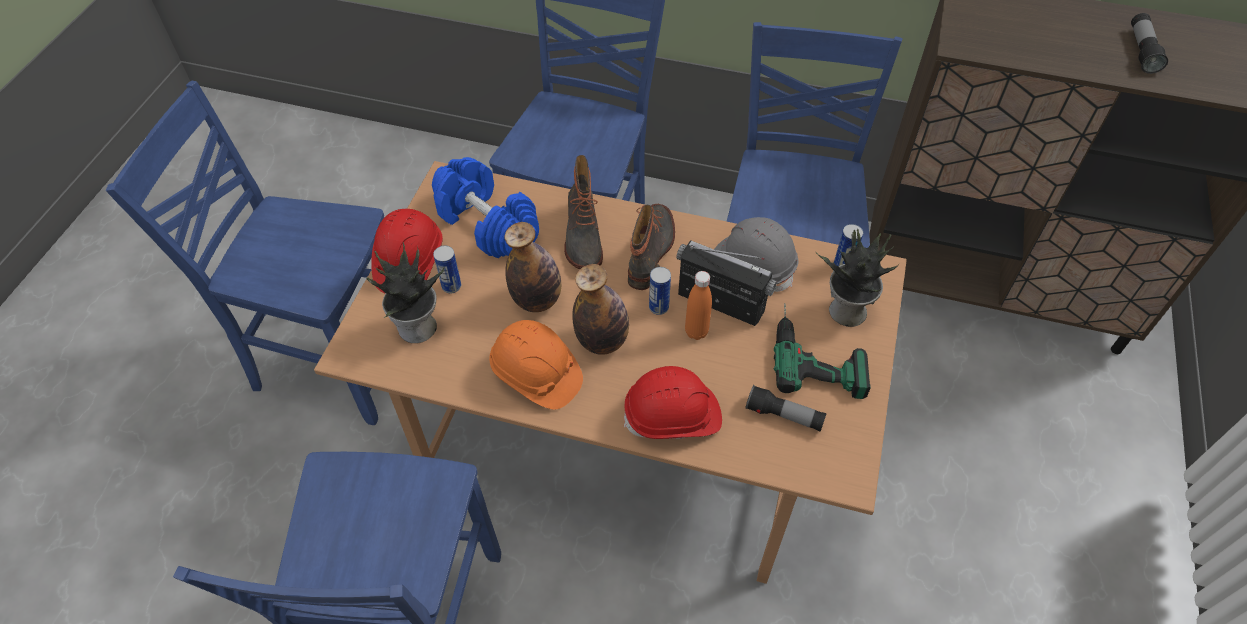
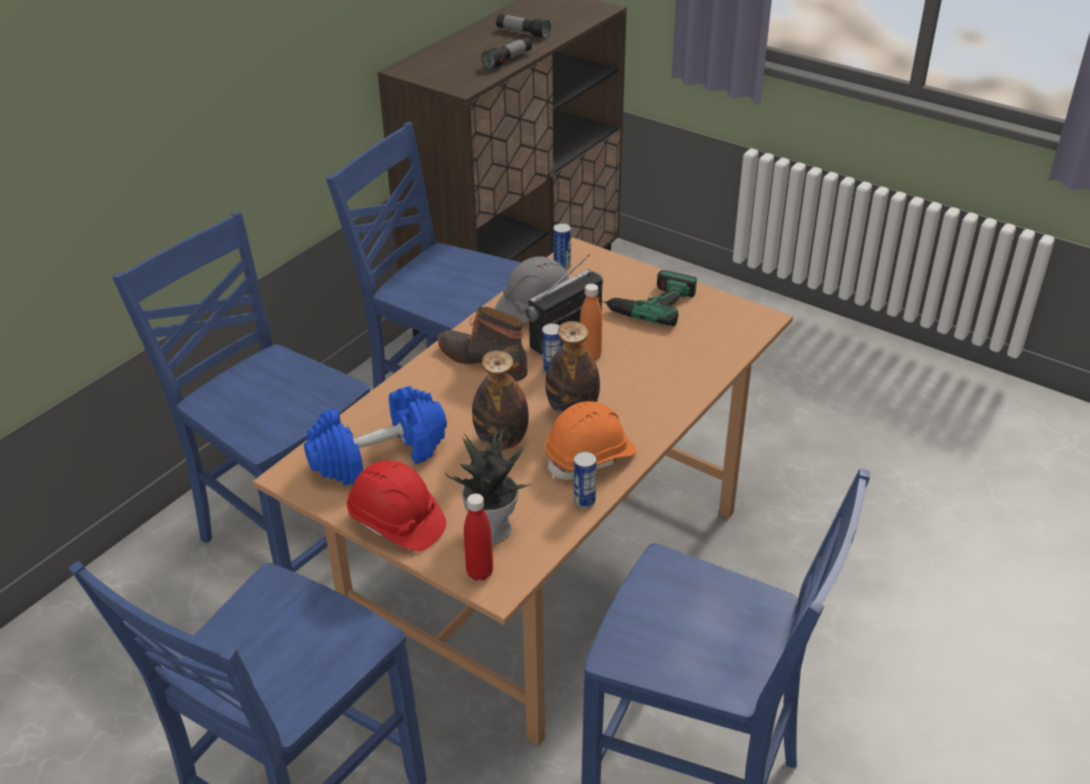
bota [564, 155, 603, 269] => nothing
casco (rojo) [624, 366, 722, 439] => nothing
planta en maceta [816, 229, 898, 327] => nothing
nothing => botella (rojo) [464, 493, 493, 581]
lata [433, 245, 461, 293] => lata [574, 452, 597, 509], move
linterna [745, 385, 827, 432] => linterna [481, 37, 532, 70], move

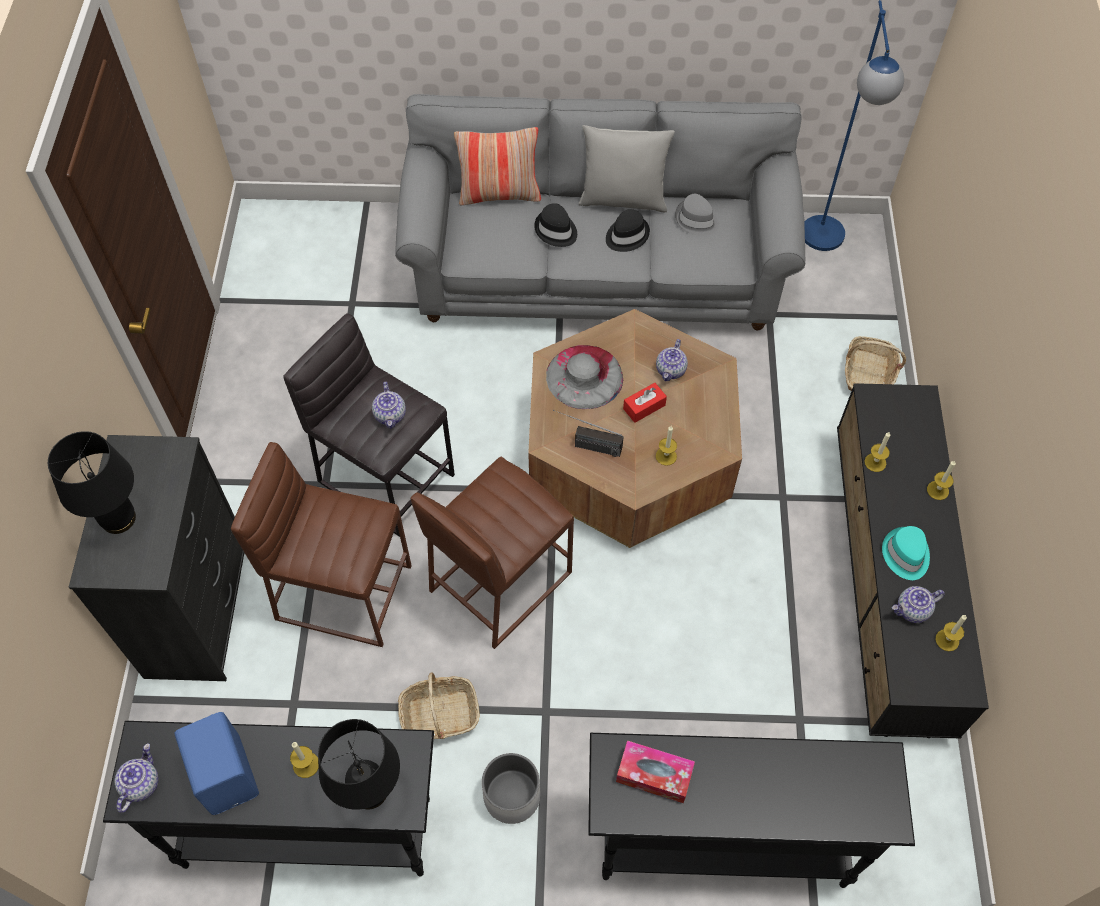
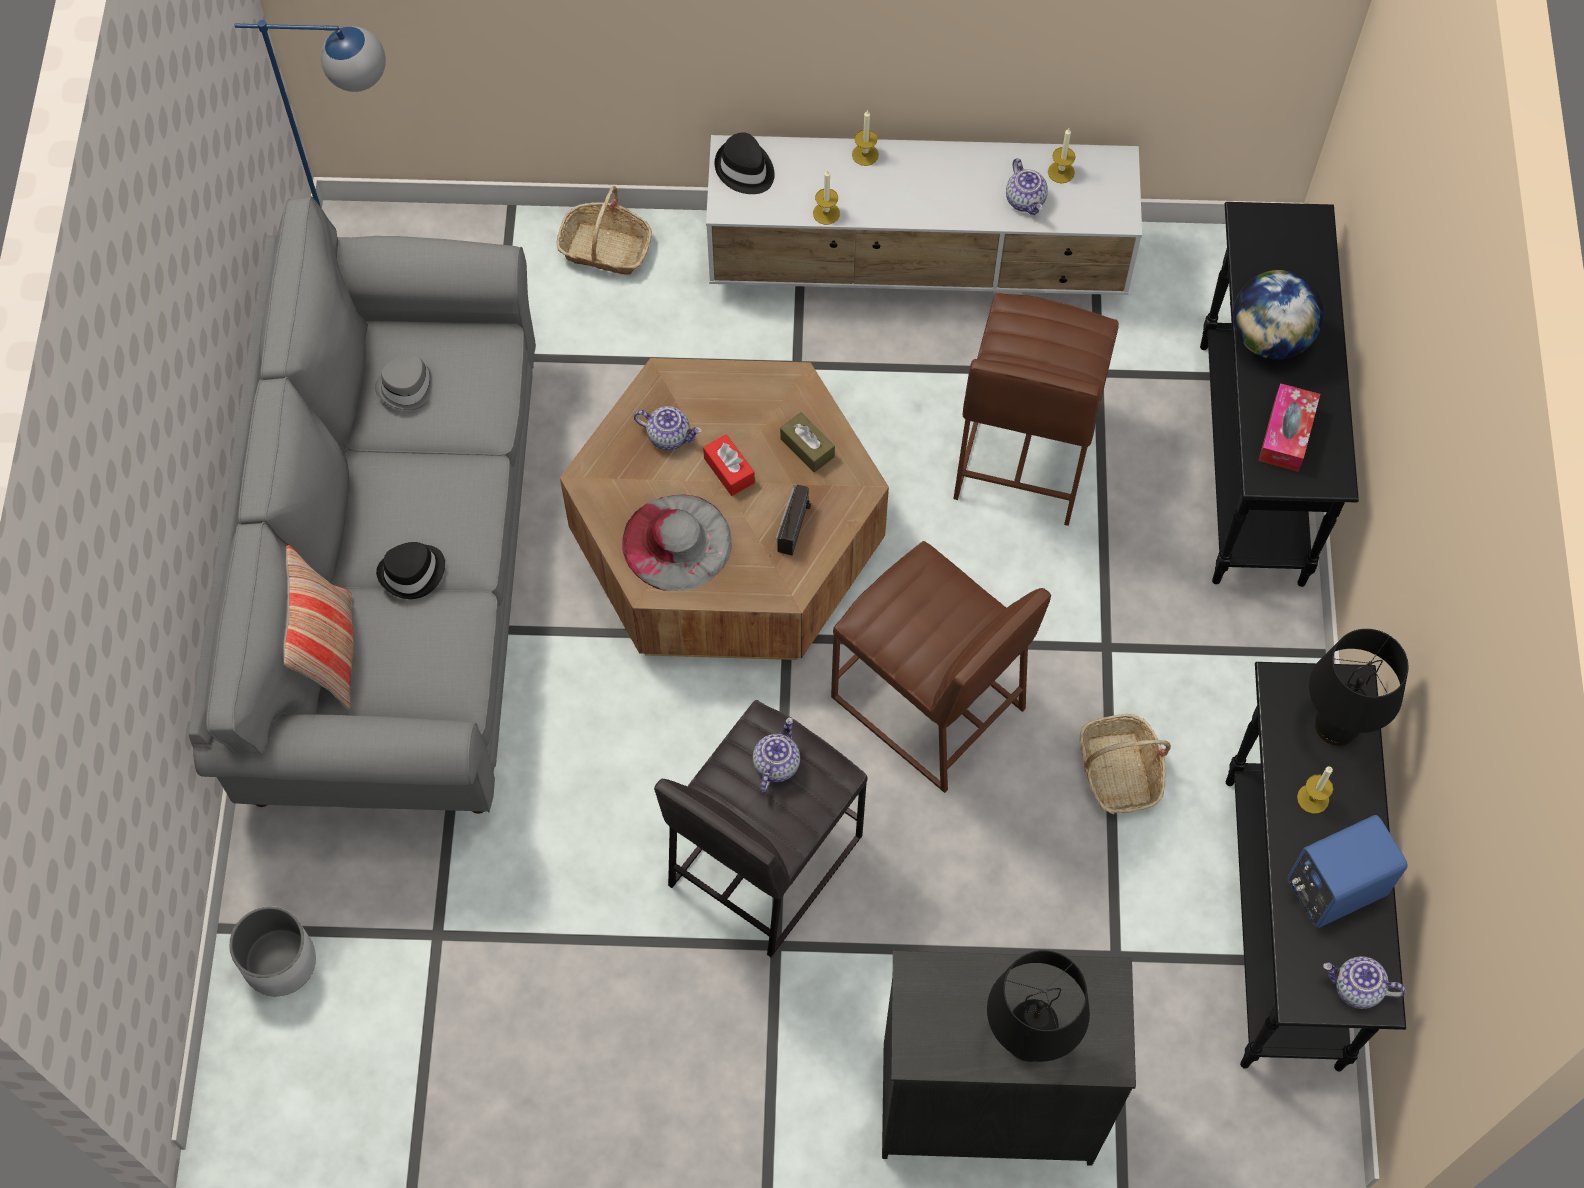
cojín (gris) [579, 125, 675, 212] => nothing
sombrero (turquesa) [882, 526, 930, 580] => nothing
nothing => globo terráqueo [1233, 270, 1324, 360]
taburete (marrón) [231, 442, 412, 647] => taburete (marrón) [954, 292, 1119, 526], move
maceta (blanco) [482, 753, 541, 824] => maceta (blanco) [229, 906, 316, 996], move
sombrero (negro) [606, 209, 650, 252] => sombrero (negro) [715, 132, 775, 194], move
vela [656, 426, 677, 466] => caja de pañuelos (marrón) [780, 412, 835, 472]
mueble de televisión (negro) [837, 383, 989, 739] => mueble de televisión (blanco) [706, 135, 1142, 295]
tetera [372, 382, 406, 429] => tetera [753, 717, 800, 792], 60 degrees counterclockwise

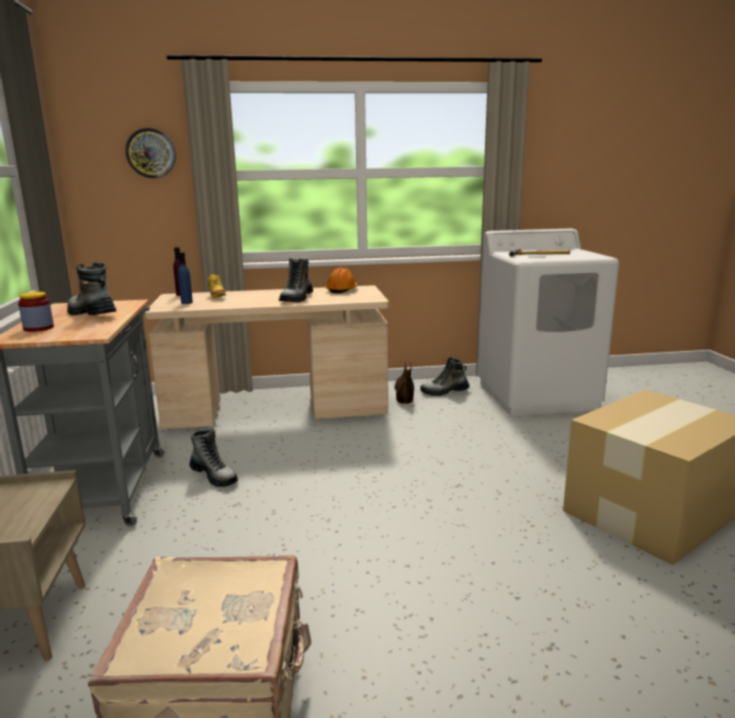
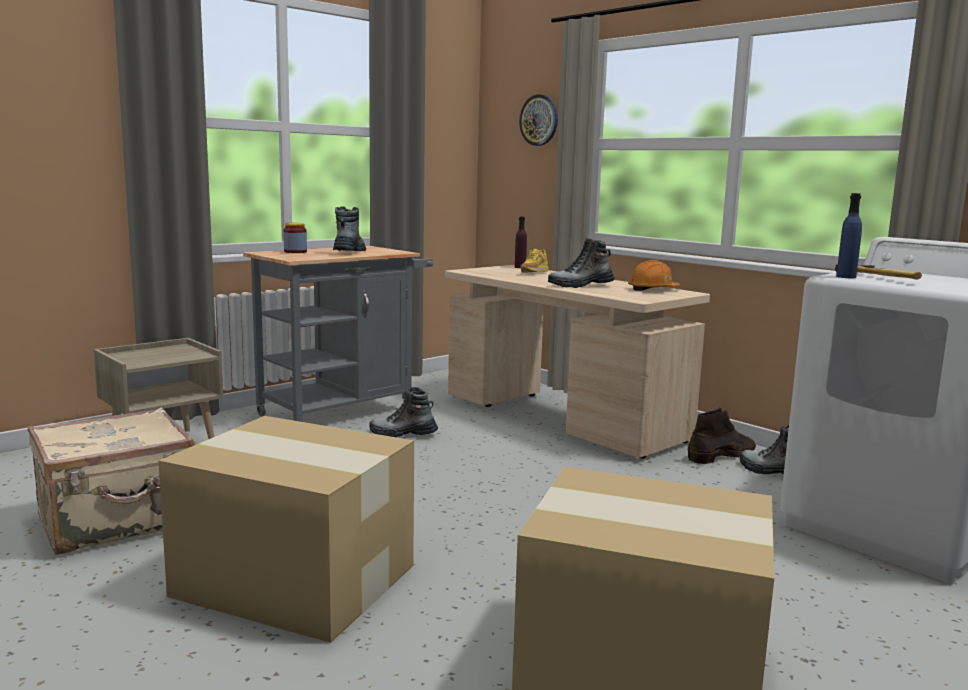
nothing => caja de cartón [158, 416, 414, 643]
botella (azul) [178, 252, 193, 304] => botella (azul) [836, 193, 862, 278], move
bota [189, 428, 238, 487] => bota [369, 387, 438, 437], 90 degrees clockwise

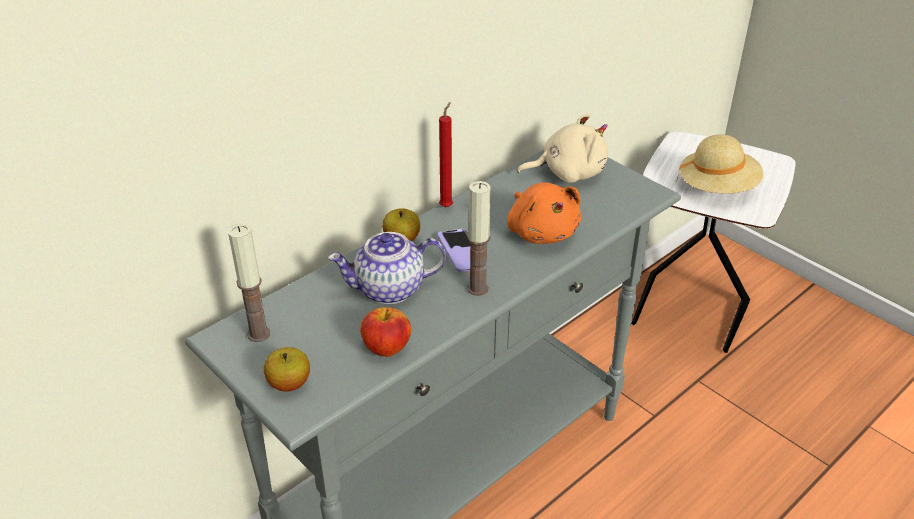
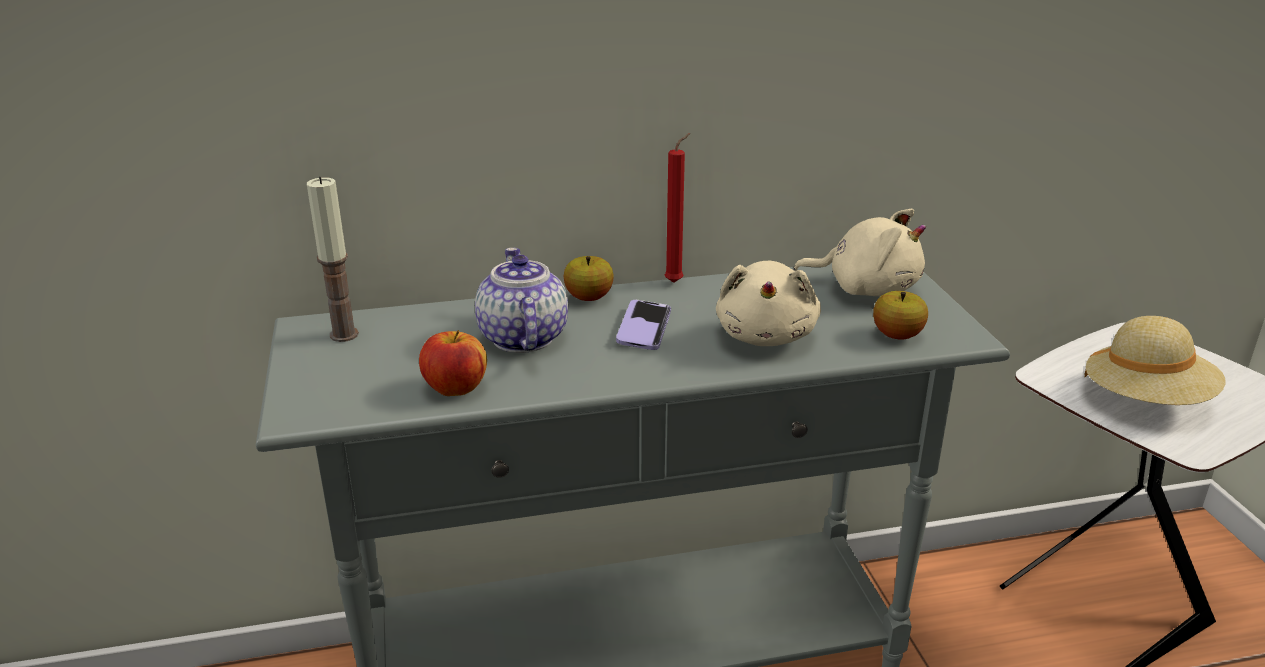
vela [467, 181, 491, 296] => nothing
manzana [264, 347, 310, 392] => manzana [873, 291, 928, 339], move
peluche (naranja) [507, 182, 581, 244] => peluche (beis) [716, 261, 821, 346]
tetera [328, 232, 446, 304] => tetera [475, 248, 568, 353], 60 degrees clockwise

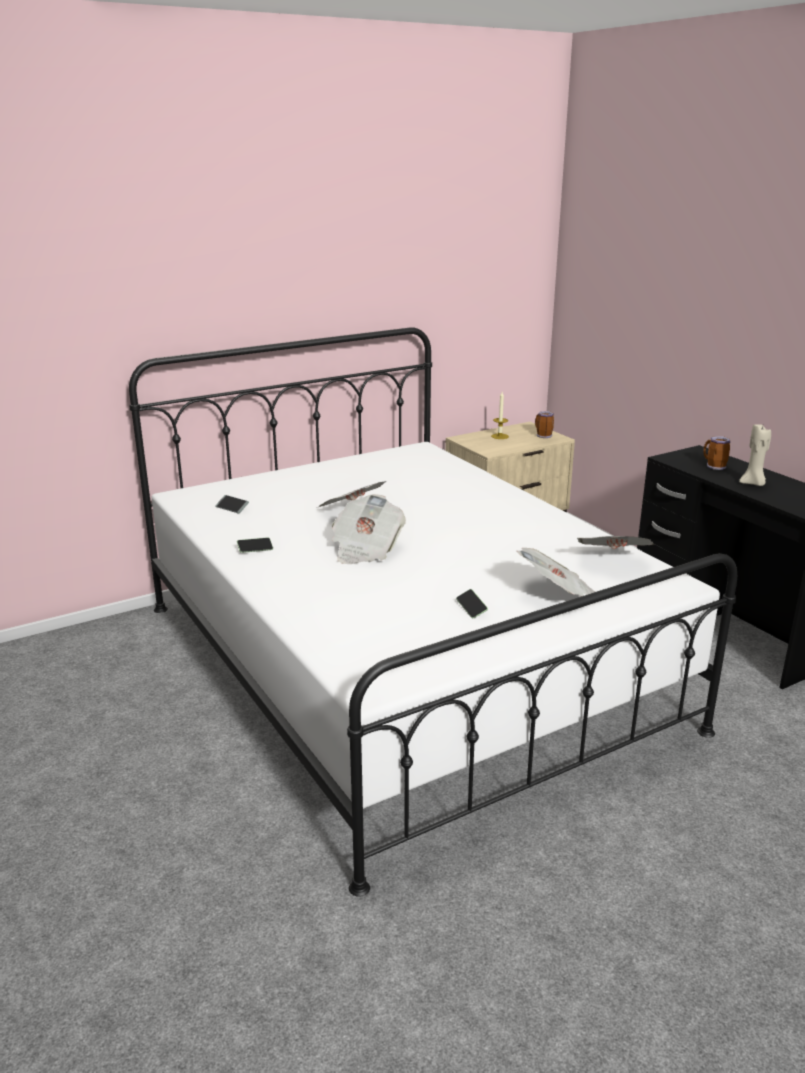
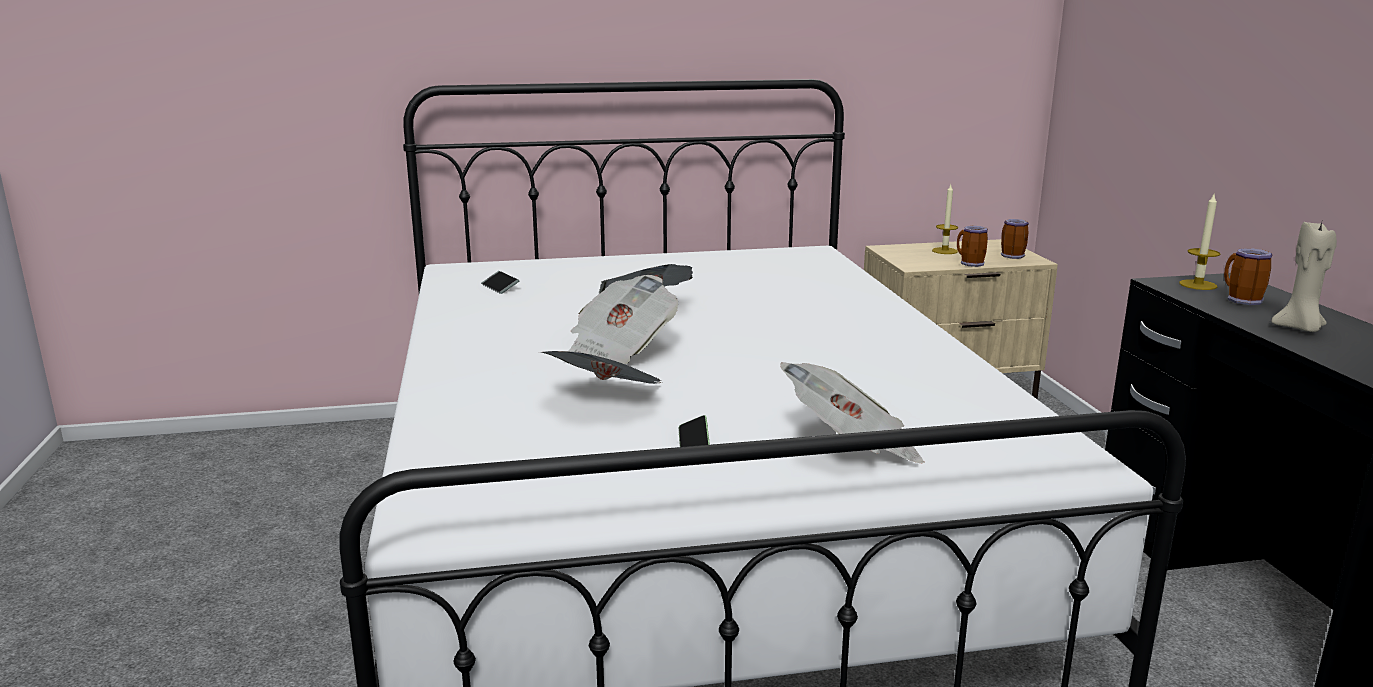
móvil [237, 537, 273, 553] => nothing
nothing => taza grande [957, 226, 988, 267]
nothing => vela [1179, 192, 1220, 290]
periódico [578, 536, 654, 549] => periódico [541, 351, 662, 384], move

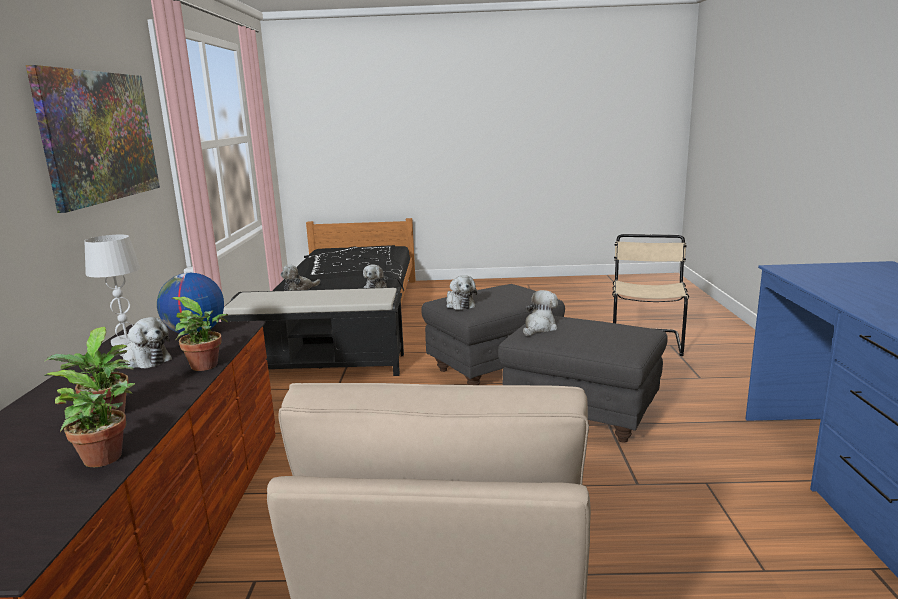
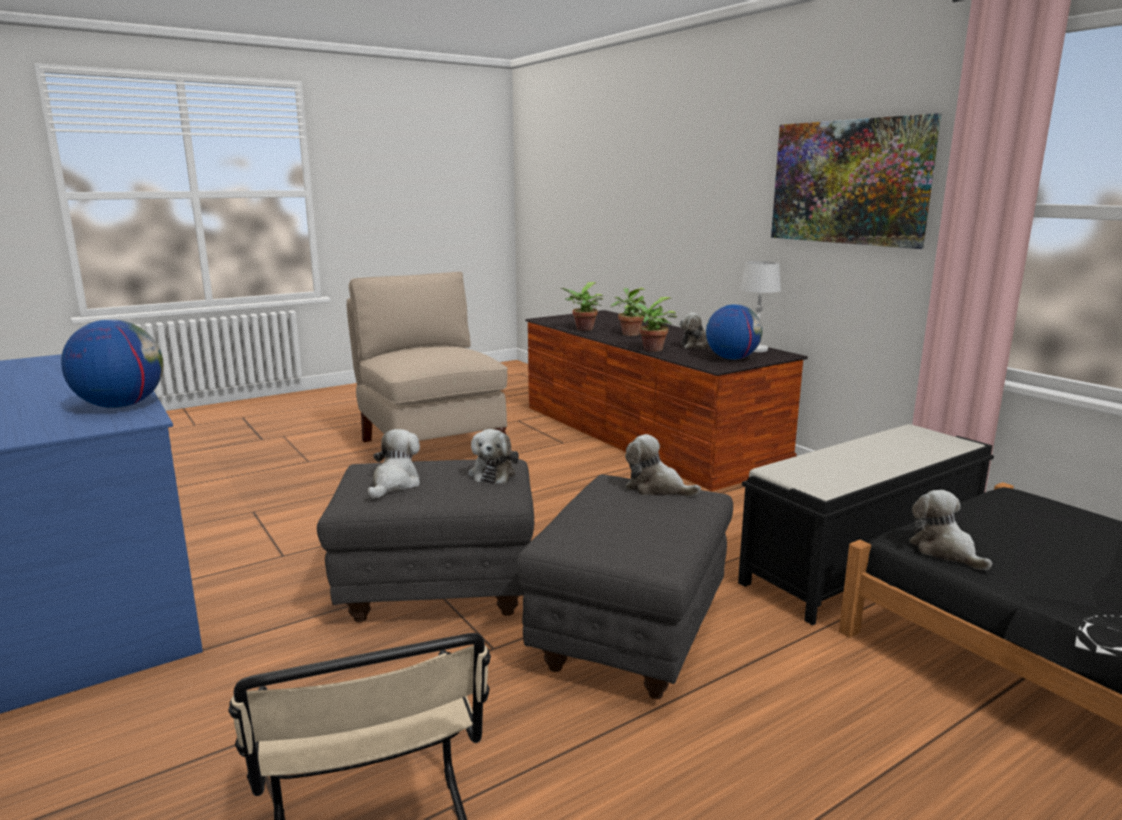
nothing => globo terráqueo [61, 319, 164, 408]
peluche [281, 265, 320, 291] => peluche [367, 429, 420, 499], move

